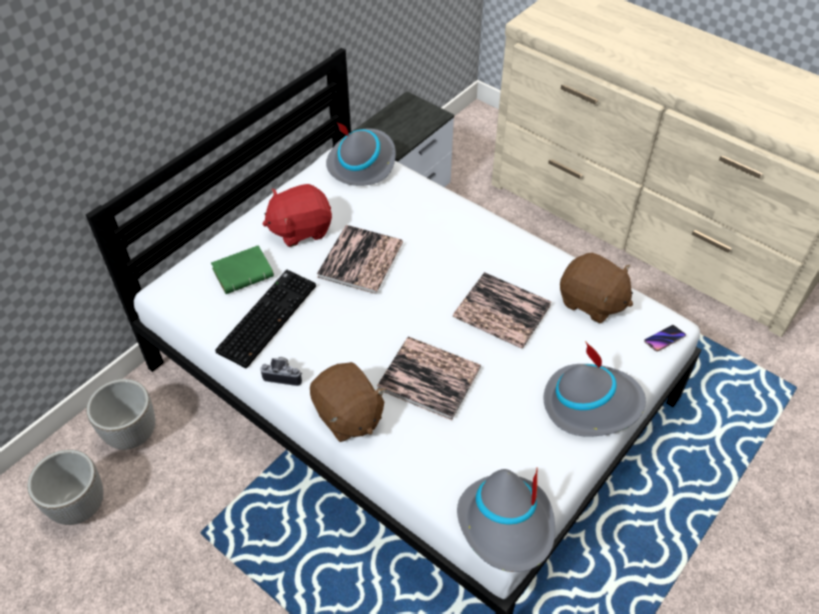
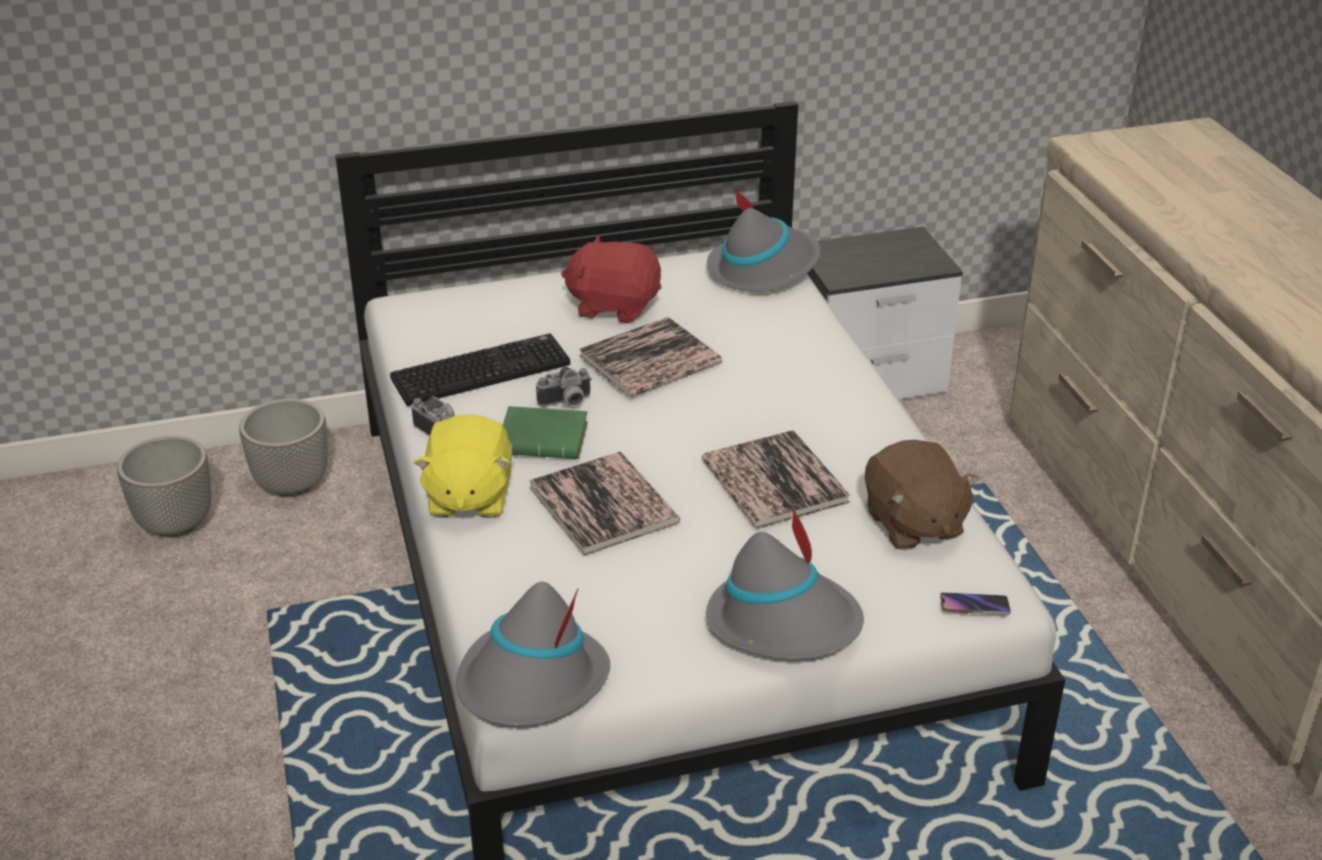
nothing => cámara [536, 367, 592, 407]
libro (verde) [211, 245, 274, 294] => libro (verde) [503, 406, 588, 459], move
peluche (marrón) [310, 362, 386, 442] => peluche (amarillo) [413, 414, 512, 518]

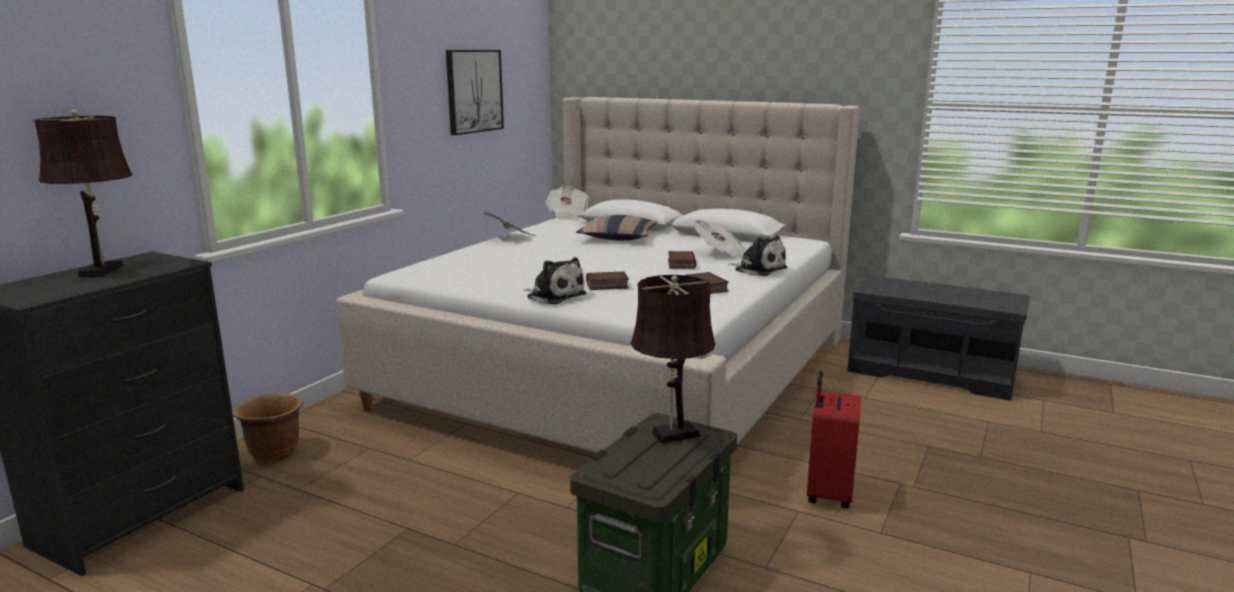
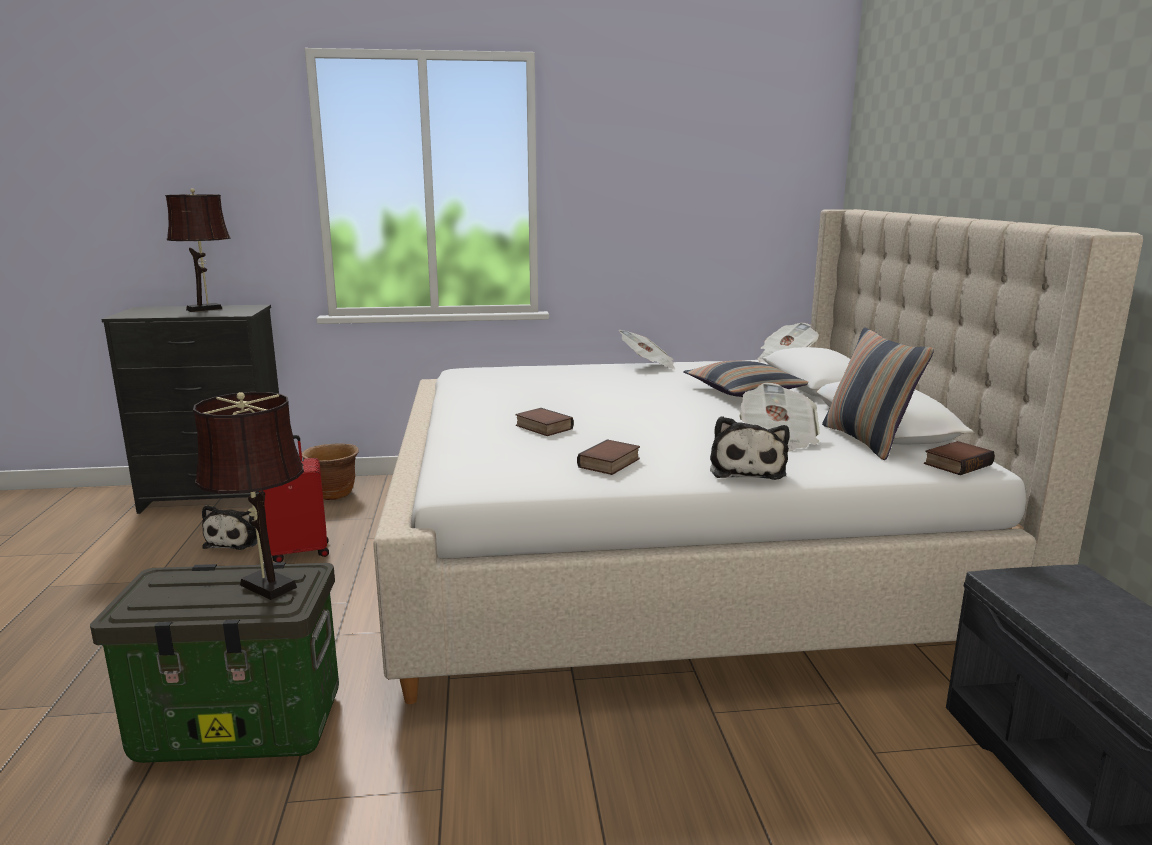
cuadro [446, 50, 504, 135] => nothing
nothing => cojín [822, 328, 934, 460]
peluche [523, 257, 587, 304] => peluche [202, 505, 257, 550], move
libro [668, 251, 696, 269] => libro [924, 441, 995, 475], move
maleta (rojo) [807, 371, 861, 508] => maleta (rojo) [259, 435, 329, 563], move

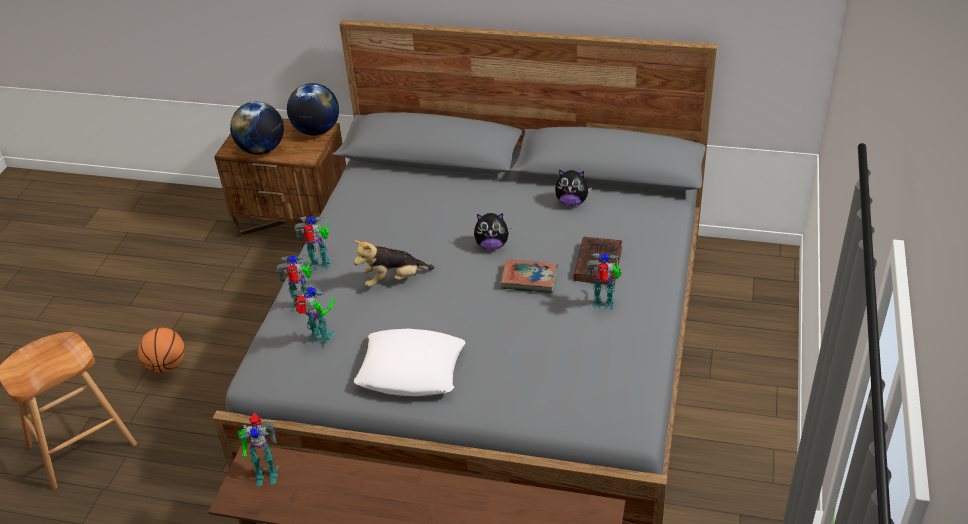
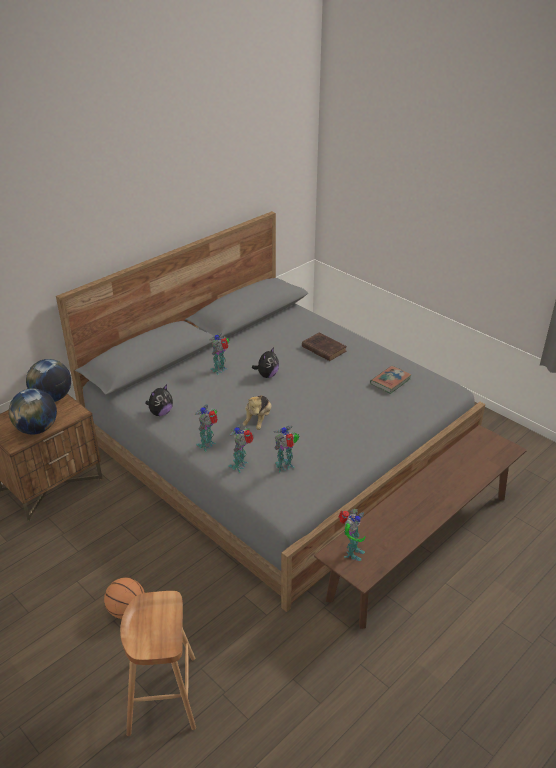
cojín (blanco) [354, 329, 465, 396] => nothing
libro [501, 259, 557, 293] => libro [370, 366, 411, 394], move
peluche [555, 169, 592, 206] => peluche [145, 384, 173, 416], move
robot de juguete [587, 253, 622, 310] => robot de juguete [209, 333, 229, 375], move

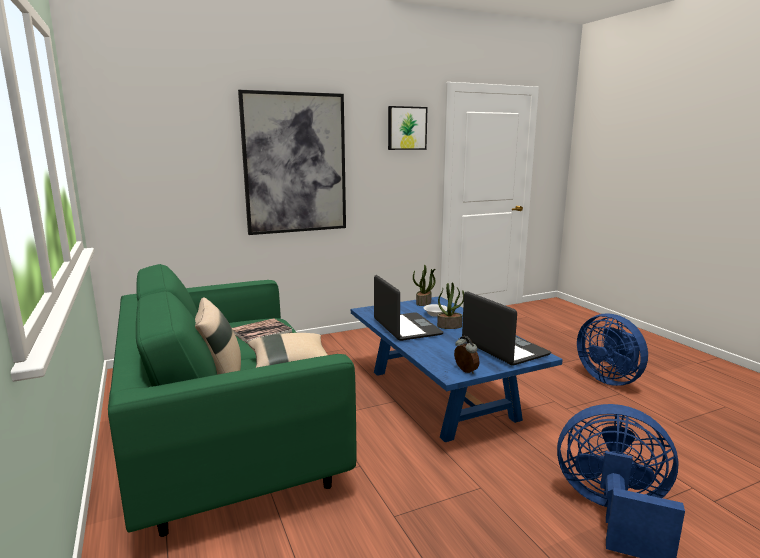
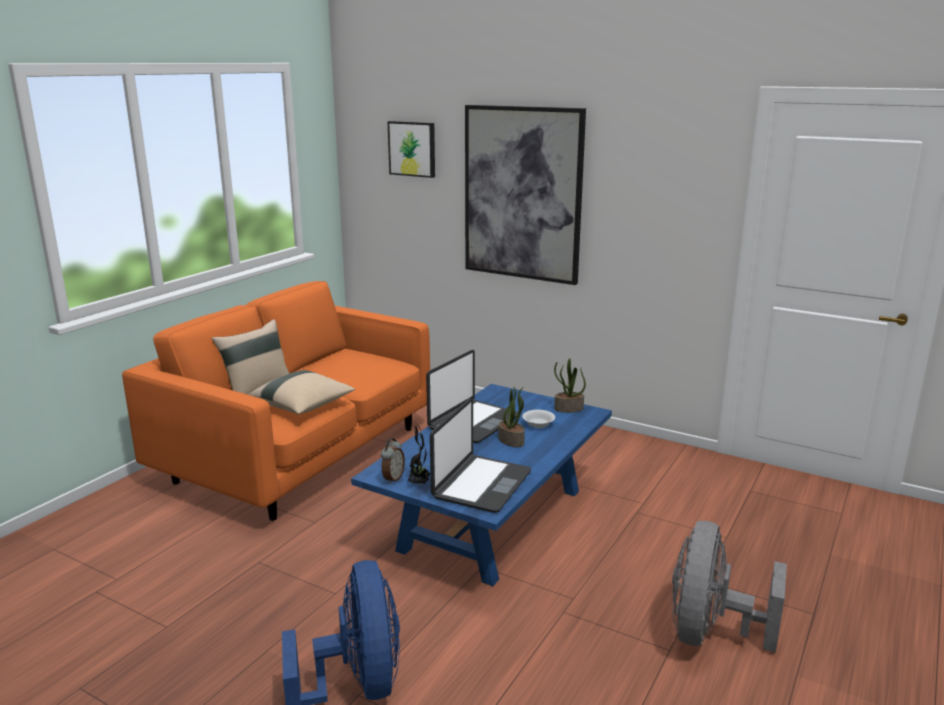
libro [232, 318, 292, 344] => nothing
nothing => planta en maceta [408, 422, 430, 484]
cuadro [388, 106, 427, 150] => cuadro [388, 121, 435, 178], move
sofá (verde) [108, 264, 357, 537] => sofá (naranja) [122, 281, 430, 521]
ventilador (azul) [577, 314, 648, 386] => ventilador (gris) [672, 521, 787, 652]

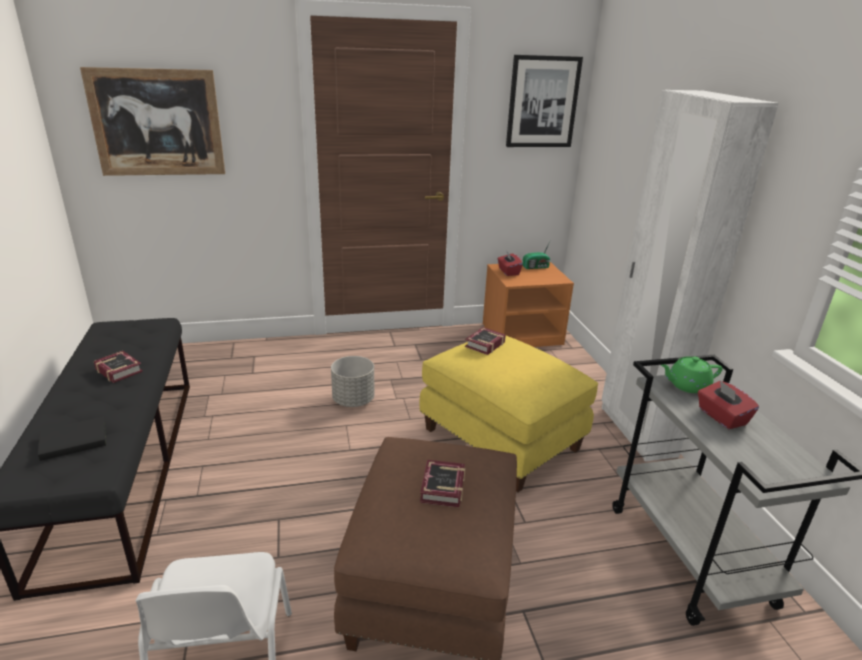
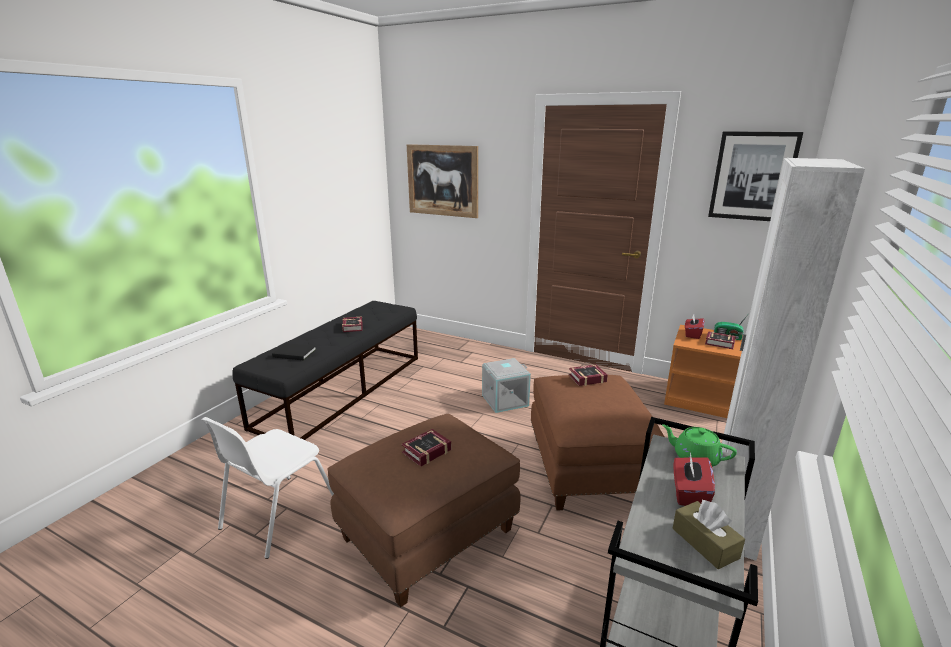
nothing => caja de pañuelos (marrón) [673, 499, 745, 569]
nothing => libro [705, 331, 736, 349]
maceta (gris) [331, 356, 375, 407] => caja de almacenaje (gris) [482, 358, 531, 413]
puf (amarillo) [420, 336, 598, 492] => puf (marrón) [531, 375, 664, 510]

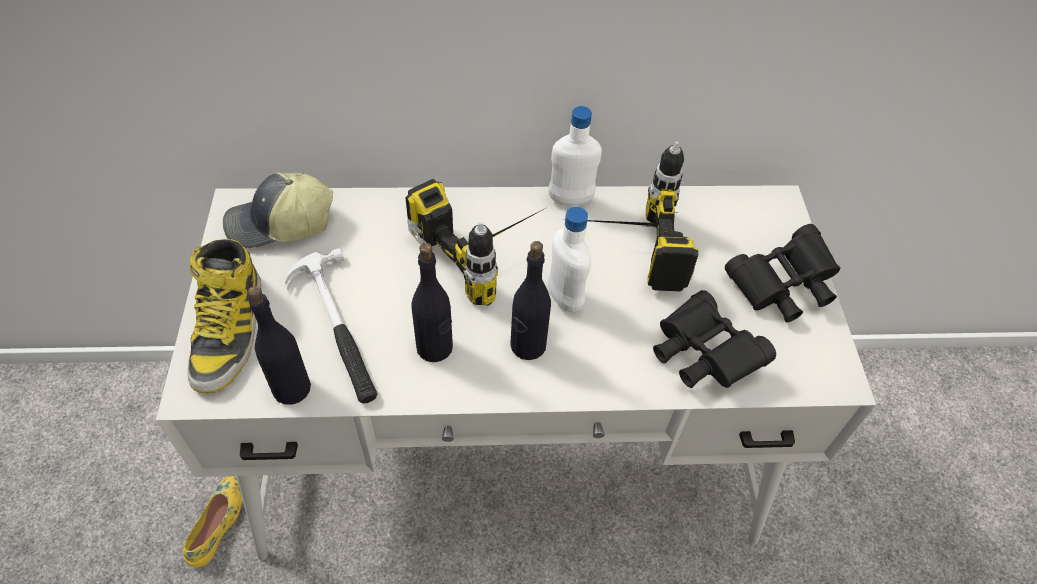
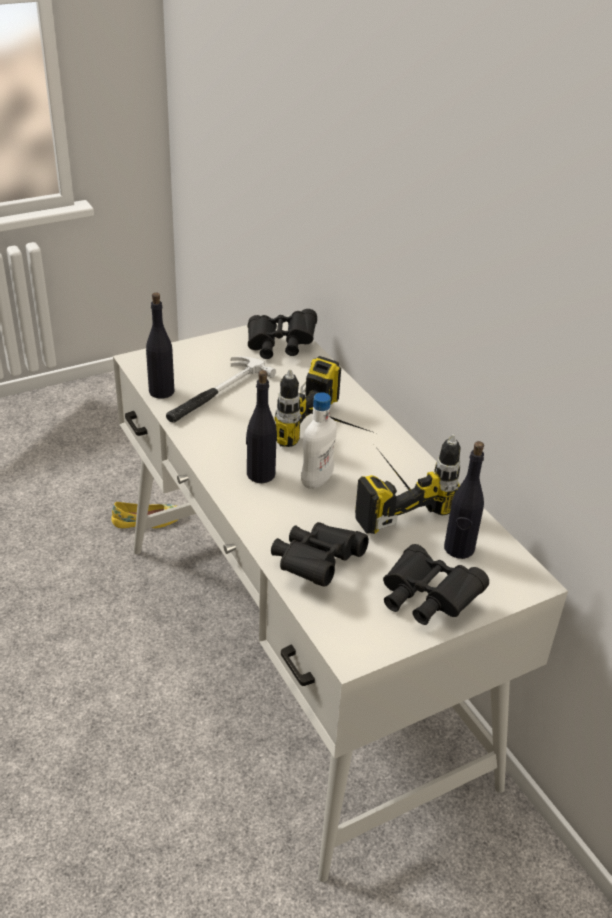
bota [188, 239, 261, 394] => nothing
botella (blanco) [548, 106, 602, 206] => nothing
botella (negro) [411, 243, 453, 362] => botella (negro) [444, 441, 484, 559], move
gorra [223, 172, 333, 248] => prismáticos (negro) [248, 309, 317, 359]

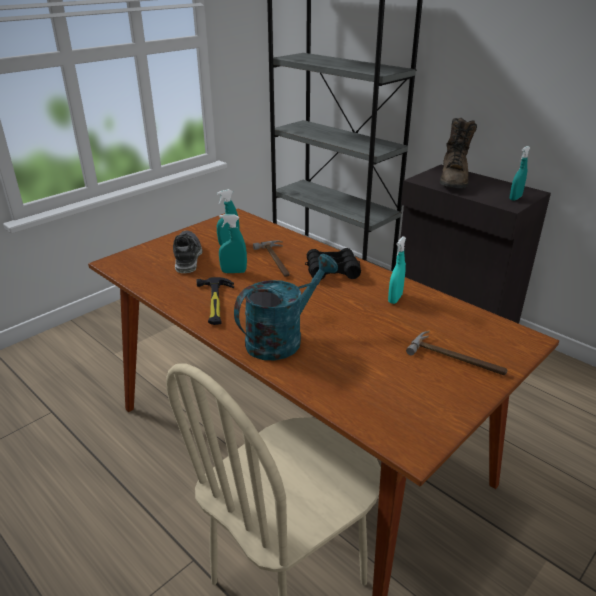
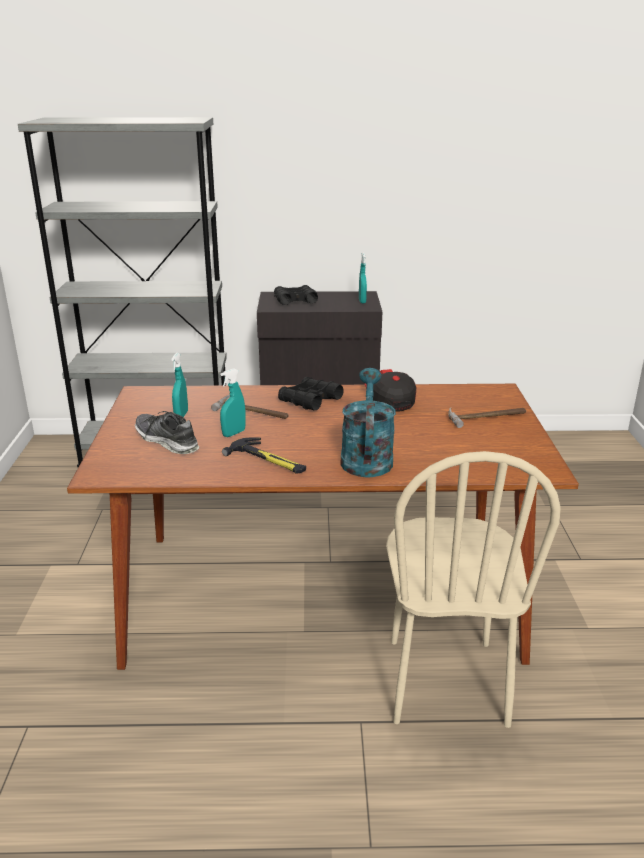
pulverizador (turquesa) [388, 236, 406, 304] => gorra [364, 369, 416, 412]
bota (marrón) [440, 118, 477, 188] => prismáticos (negro) [274, 285, 318, 305]

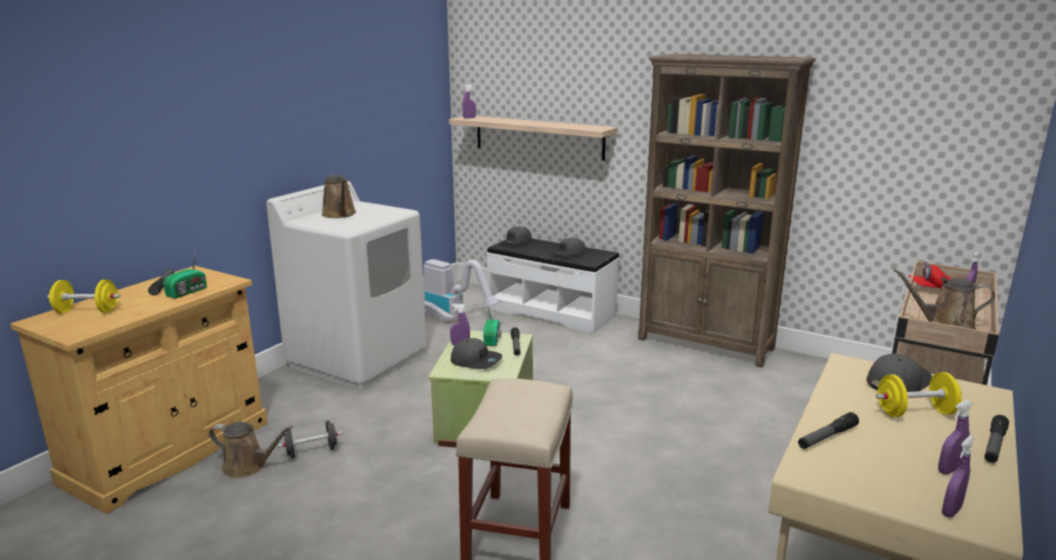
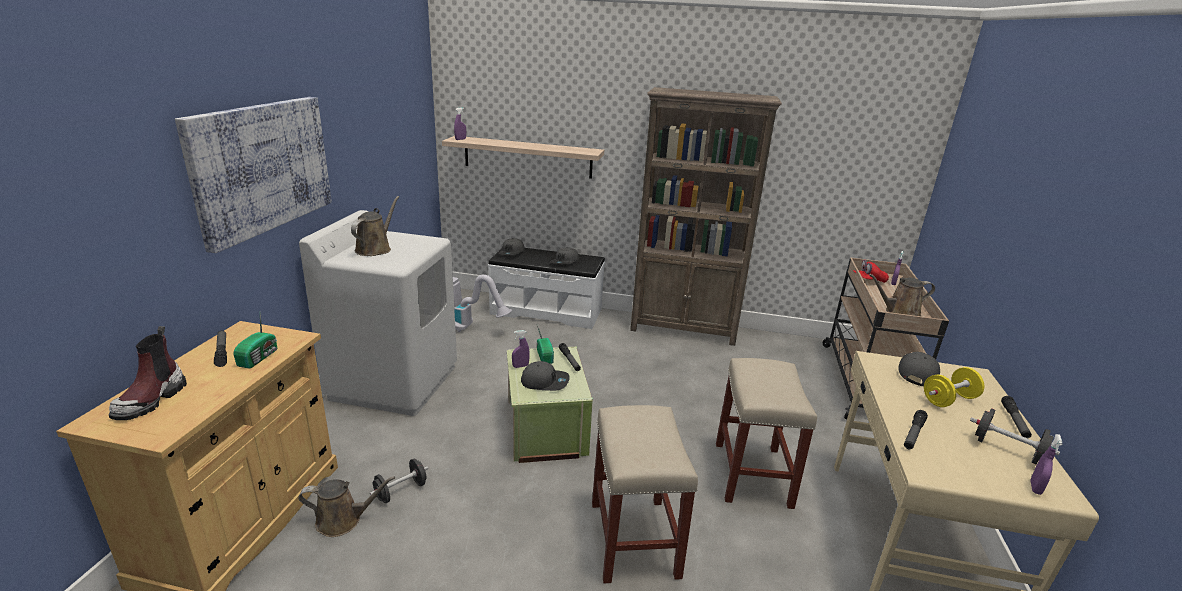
nothing => cuadro [175, 97, 332, 253]
nothing => taburete (beis) [716, 358, 817, 509]
mancuerna (amarillo) [47, 280, 121, 313] => bota [109, 326, 187, 420]
pulverizador (morado) [938, 400, 973, 474] => mancuerna (negro) [970, 408, 1060, 464]
regadera (marrón) [322, 175, 356, 218] => regadera (marrón) [351, 196, 399, 256], 120 degrees counterclockwise

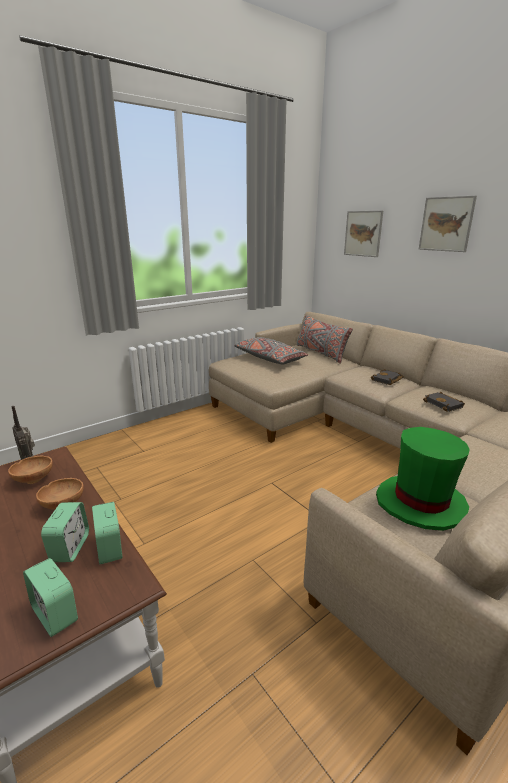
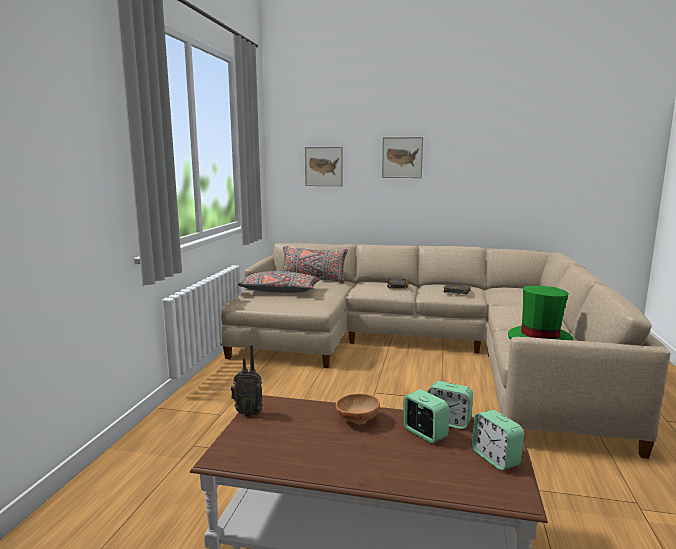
cuenco (marrón) [8, 456, 53, 484] => nothing
despertador [23, 558, 78, 637] => despertador [472, 410, 524, 470], 60 degrees clockwise

